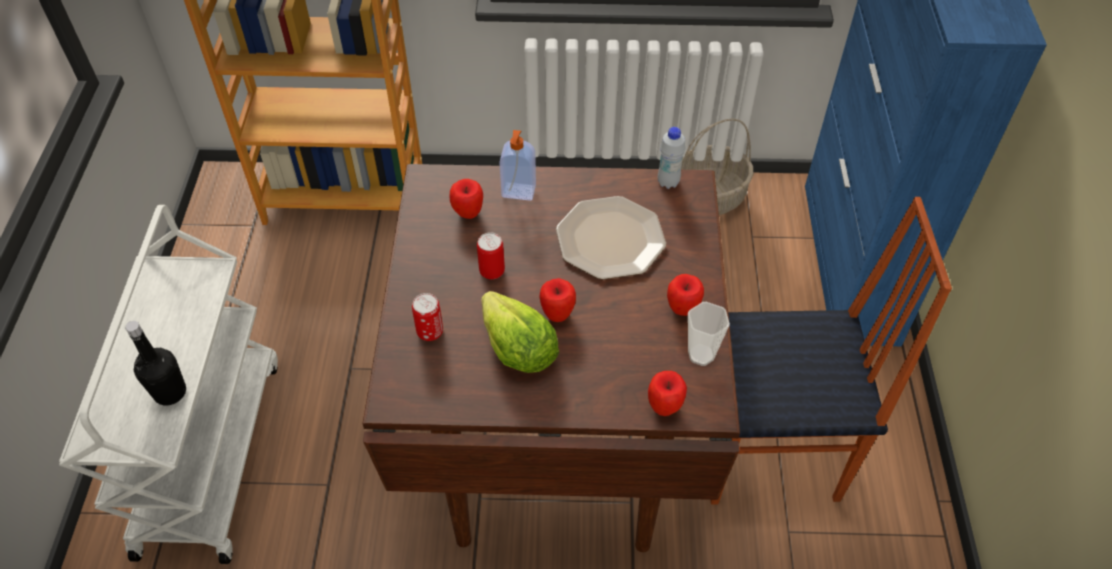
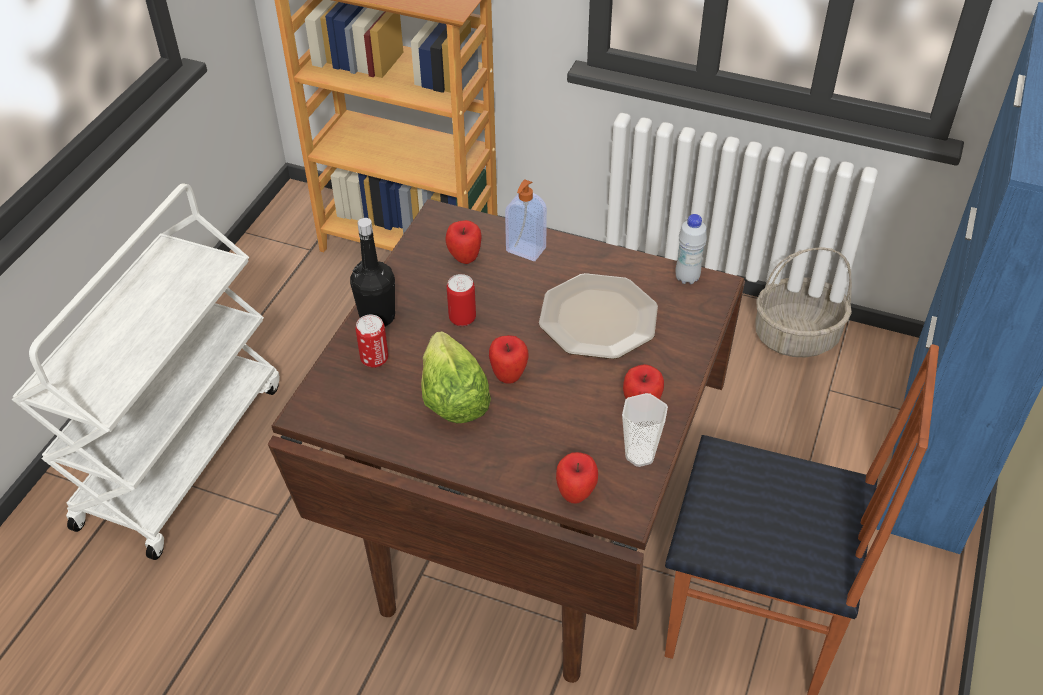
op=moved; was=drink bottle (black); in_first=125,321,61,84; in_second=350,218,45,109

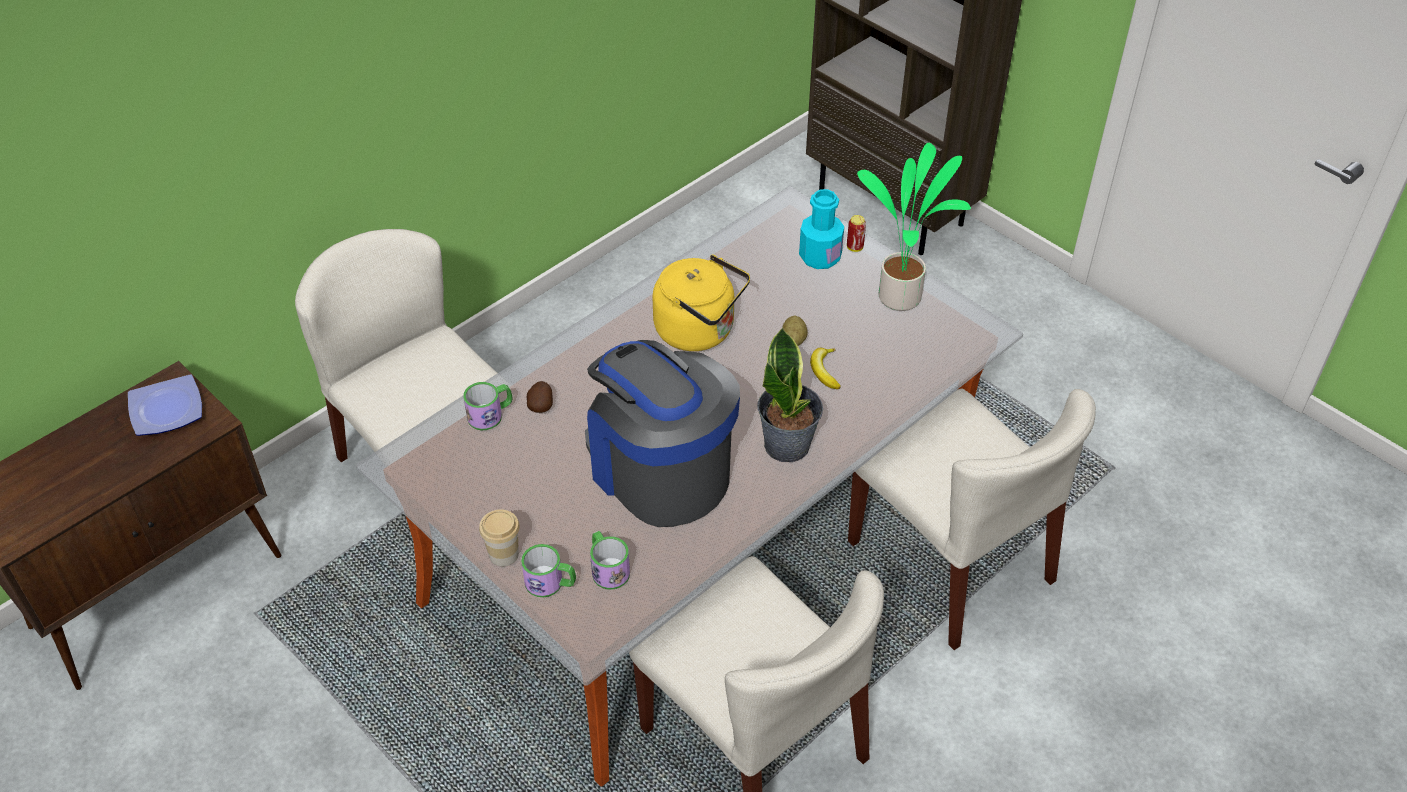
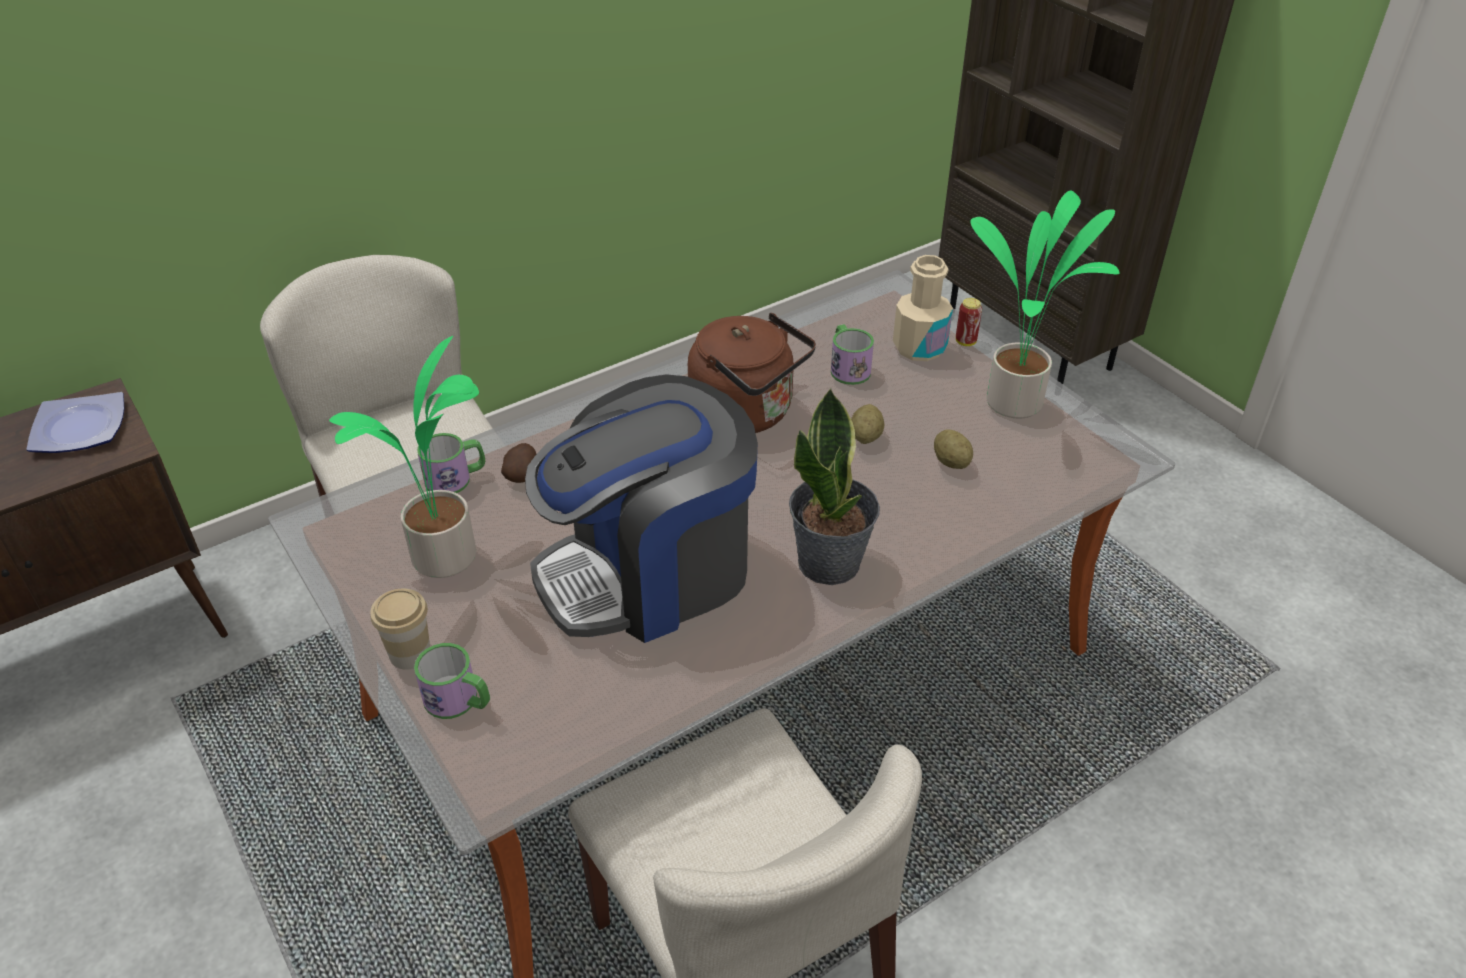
op=removed; was=whole banana; in_first=810,348,31,41
op=removed; was=chair (beige-coloured); in_first=848,389,248,261
op=added; now=houseplant; in_second=329,336,150,242
op=added; now=whole potato; in_second=934,429,39,40
op=moved; was=coffee mug; in_first=590,531,40,58; in_second=831,324,43,61
op=recoloured; was=water kettle (yellowish); now=water kettle (brown); in_first=653,254,97,97; in_second=688,313,128,120
op=recoloured; was=drink bottle (turquoise); now=drink bottle (beige-coloured); in_first=799,189,45,80; in_second=893,255,60,106
op=turned; was=coffee machine; in_first=585,340,155,187; in_second=525,374,233,269; clockwise=-90

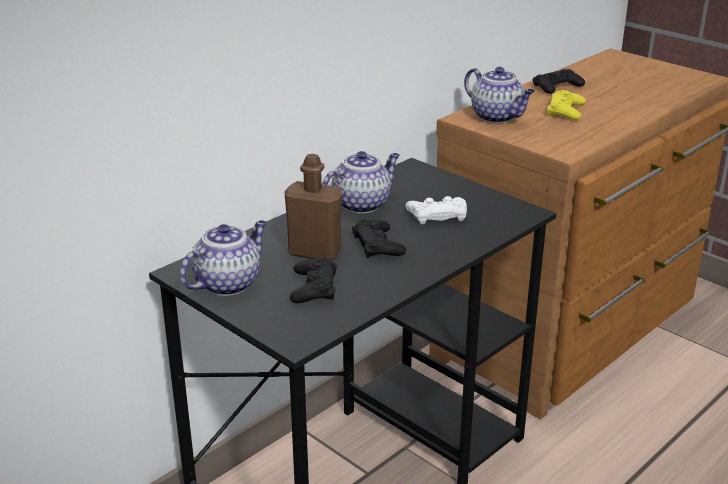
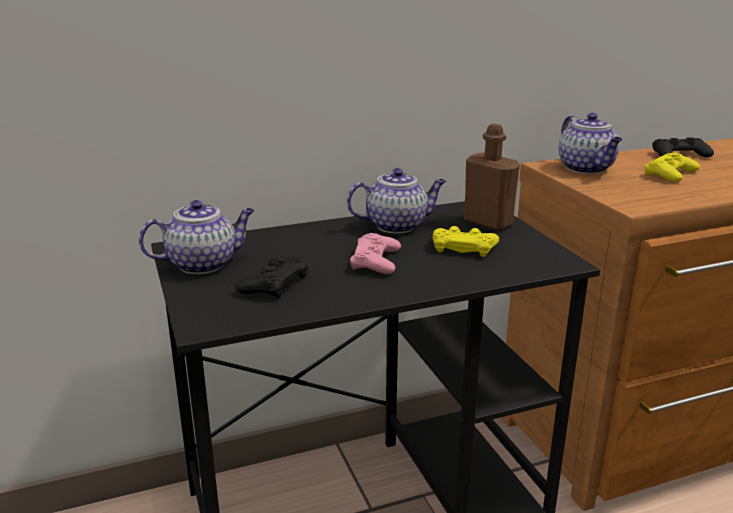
op=moved; was=drink bottle (brown); in_first=285,154,57,106; in_second=464,124,56,107
op=recoloured; was=game controller (black); now=game controller (pink-coloured); in_first=352,219,54,39; in_second=350,233,51,41
op=recoloured; was=game controller (white-coloured); now=game controller (yellowish); in_first=405,196,62,28; in_second=433,226,66,31

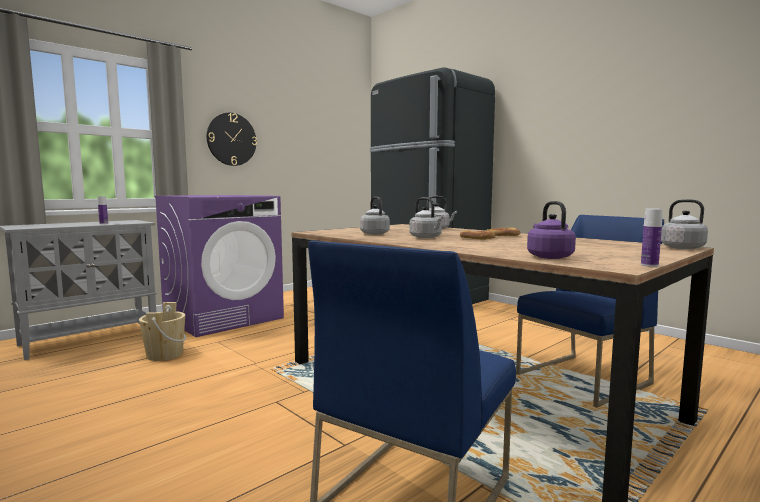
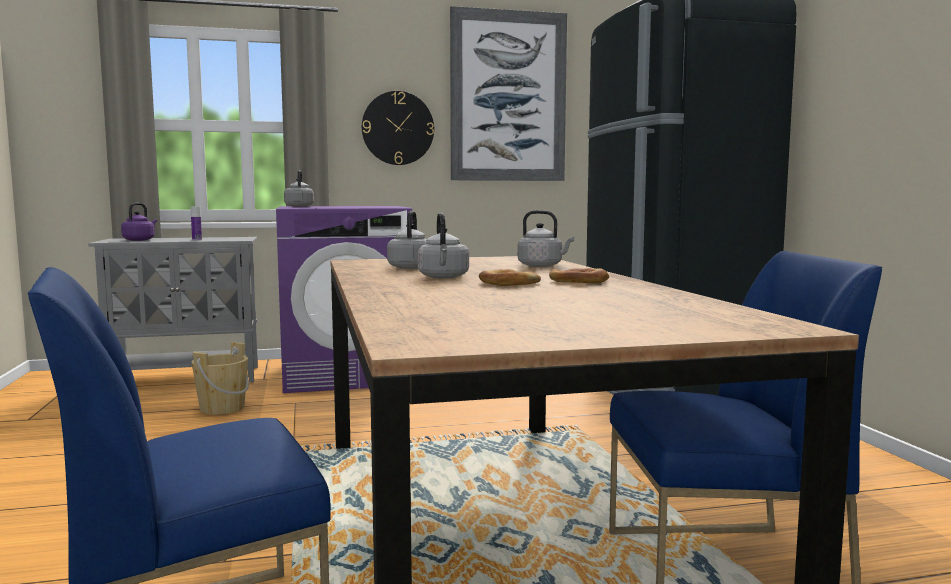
op=removed; was=drink bottle; in_first=641,209,22,58
op=added; now=picture; in_second=450,6,117,175
op=moved; was=water kettle (purple); in_first=527,201,49,58; in_second=121,203,36,38
op=moved; was=water kettle (grey); in_first=661,199,47,50; in_second=284,170,30,37

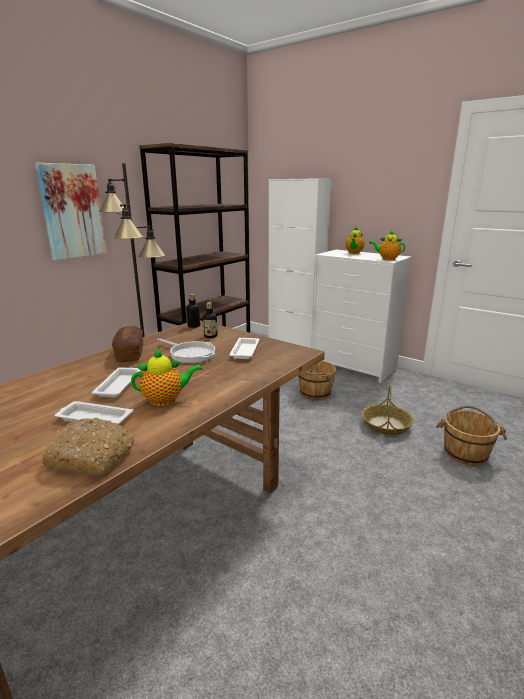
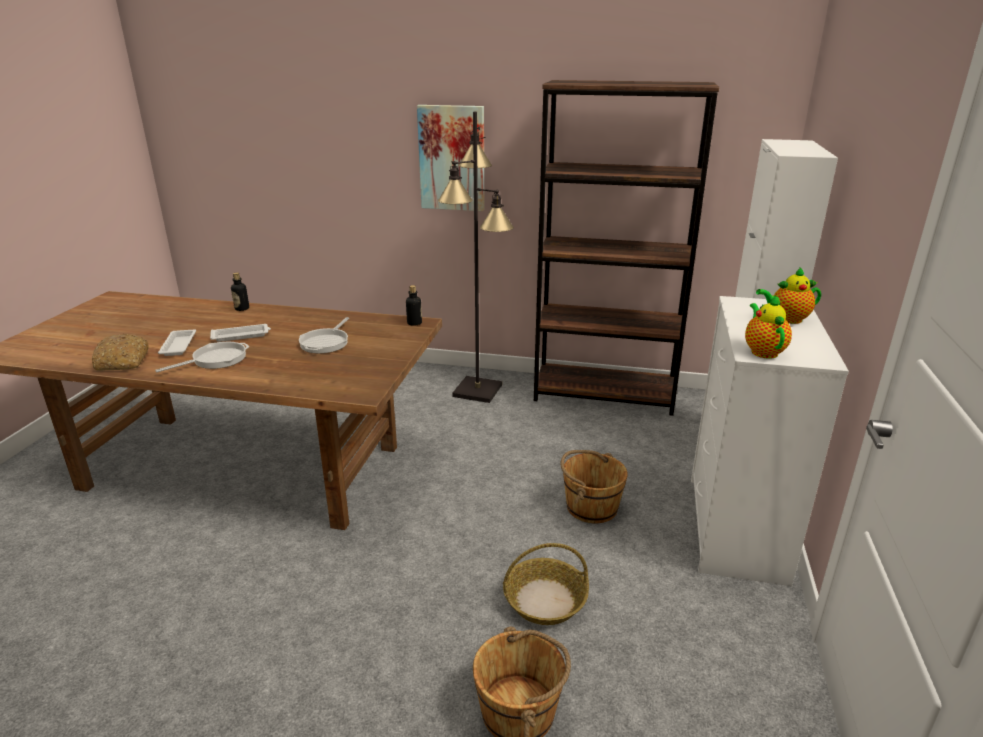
op=removed; was=bakery bread; in_first=112,326,31,36
op=removed; was=carrying tray (white-coloured); in_first=229,338,30,21
op=moved; was=drink bottle; in_first=203,302,15,36; in_second=231,272,18,39
op=replaced; was=pot for tea; now=skillet; in_first=131,349,71,57; in_second=155,342,94,31

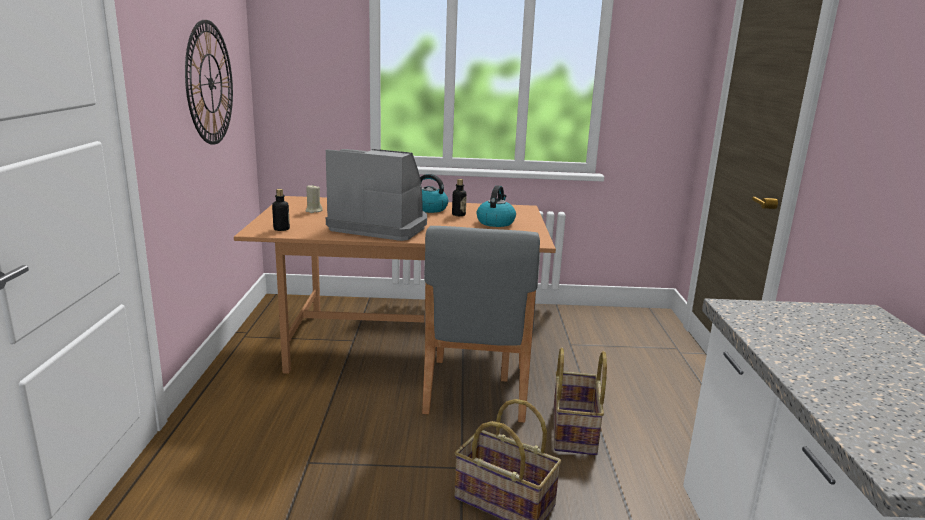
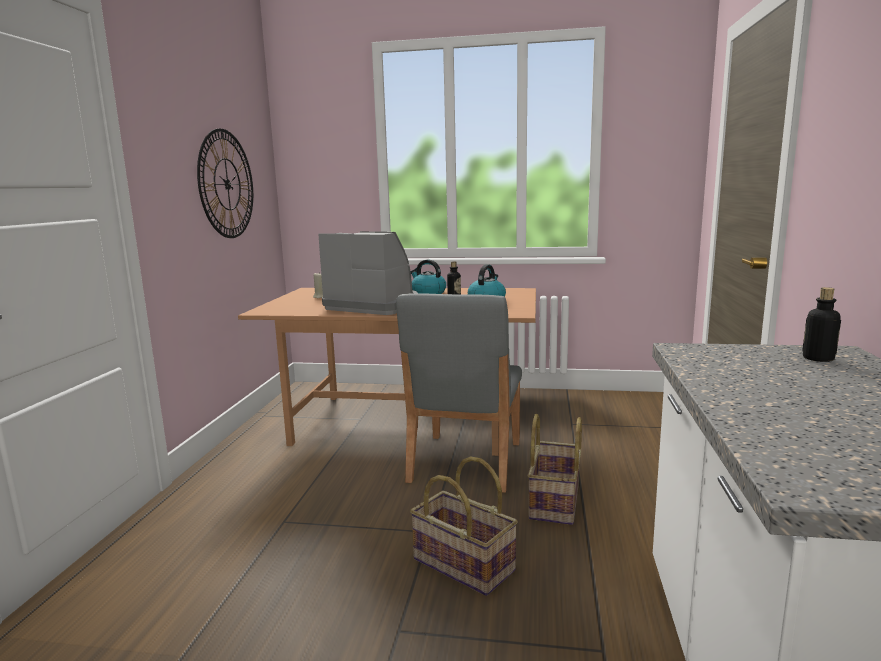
op=moved; was=drink bottle; in_first=272,189,18,42; in_second=802,287,39,75

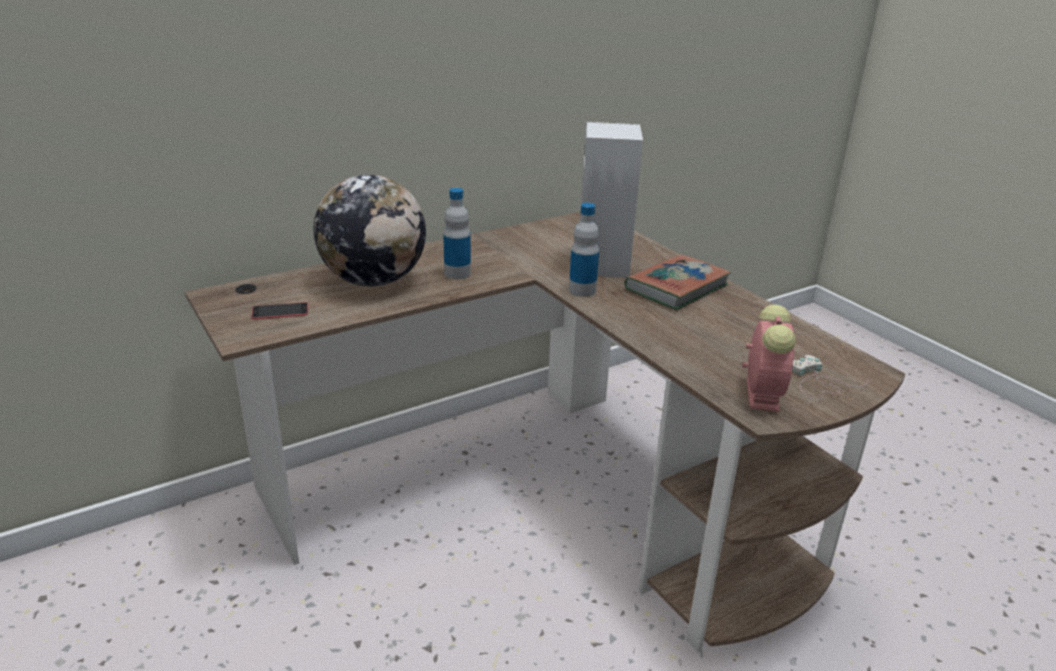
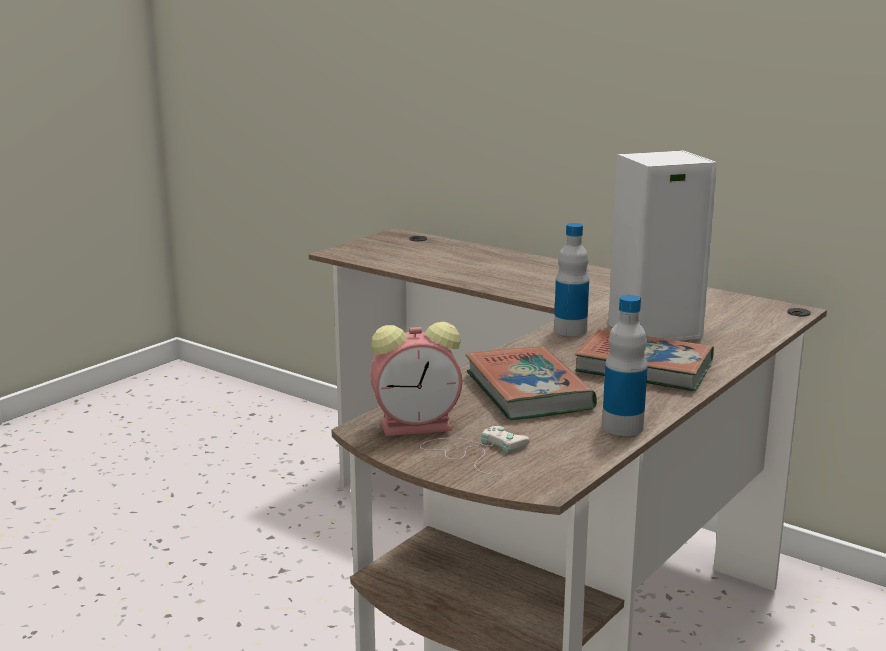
op=removed; was=telephone; in_first=251,302,57,17
op=removed; was=globe; in_first=314,174,112,112
op=added; now=volume; in_second=465,346,132,74
op=moved; was=drink bottle; in_first=443,188,28,91; in_second=602,295,46,141

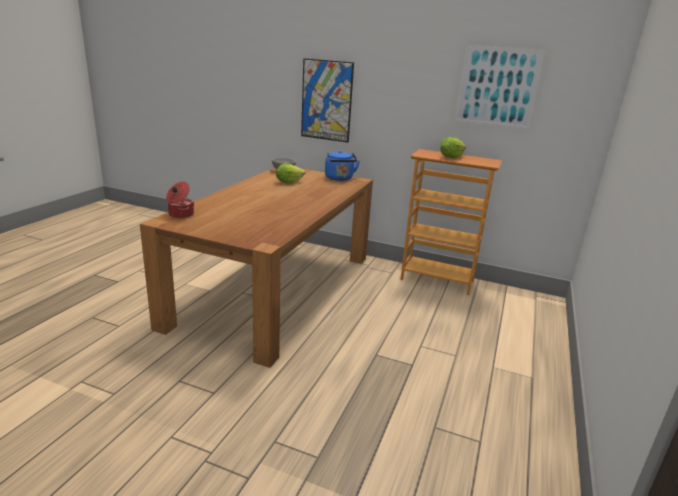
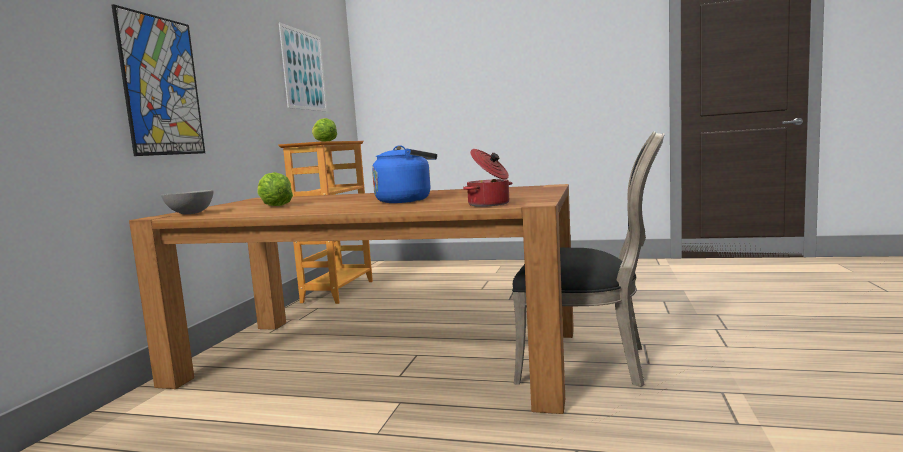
op=added; now=chair (black); in_second=512,131,153,256
op=moved; was=water kettle (blue-coloured); in_first=325,150,35,31; in_second=372,145,65,58

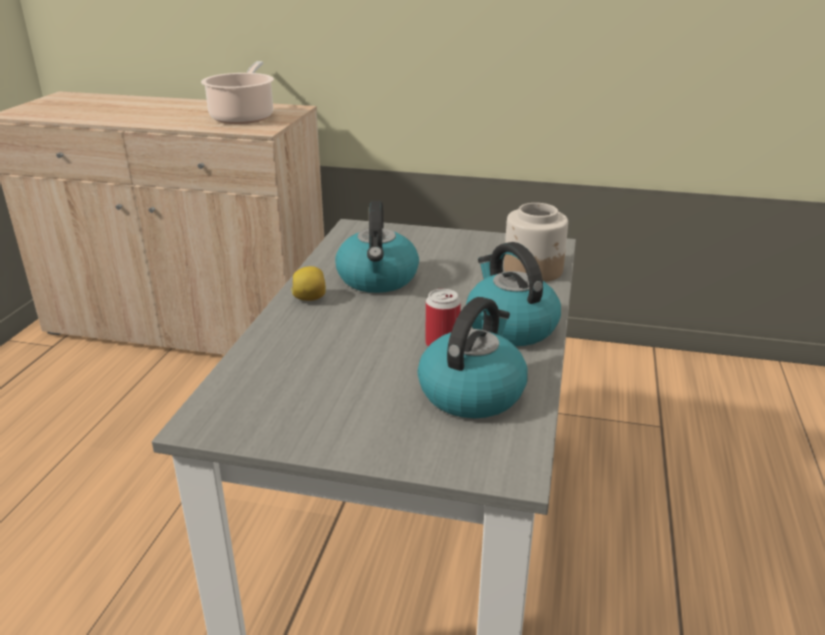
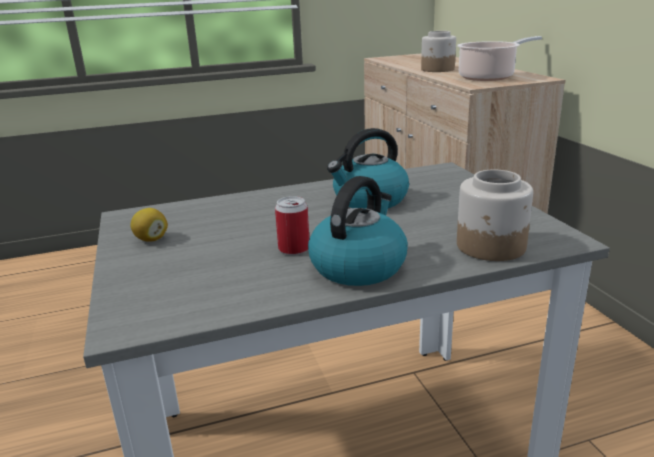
op=removed; was=water kettle; in_first=418,297,110,121
op=added; now=jar; in_second=421,31,35,41
op=moved; was=citrus fruit; in_first=291,266,35,35; in_second=130,208,38,34

